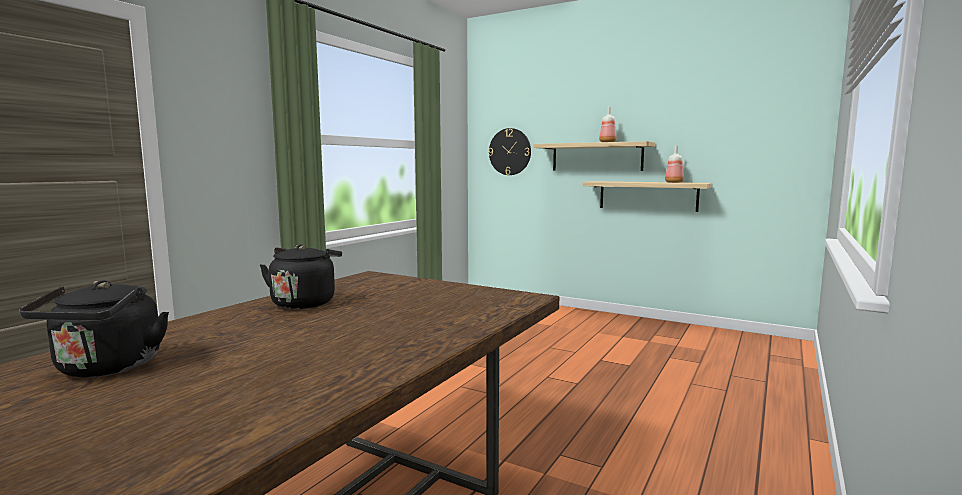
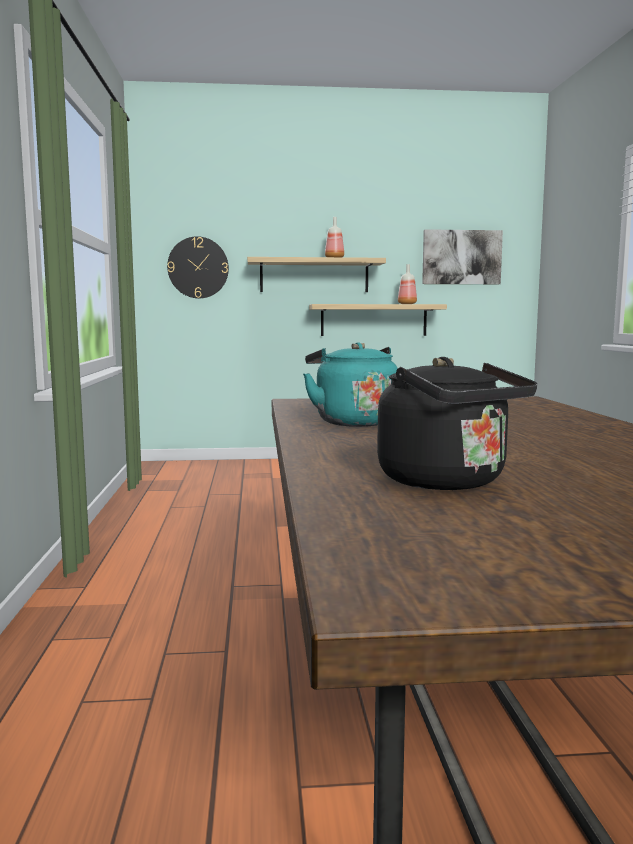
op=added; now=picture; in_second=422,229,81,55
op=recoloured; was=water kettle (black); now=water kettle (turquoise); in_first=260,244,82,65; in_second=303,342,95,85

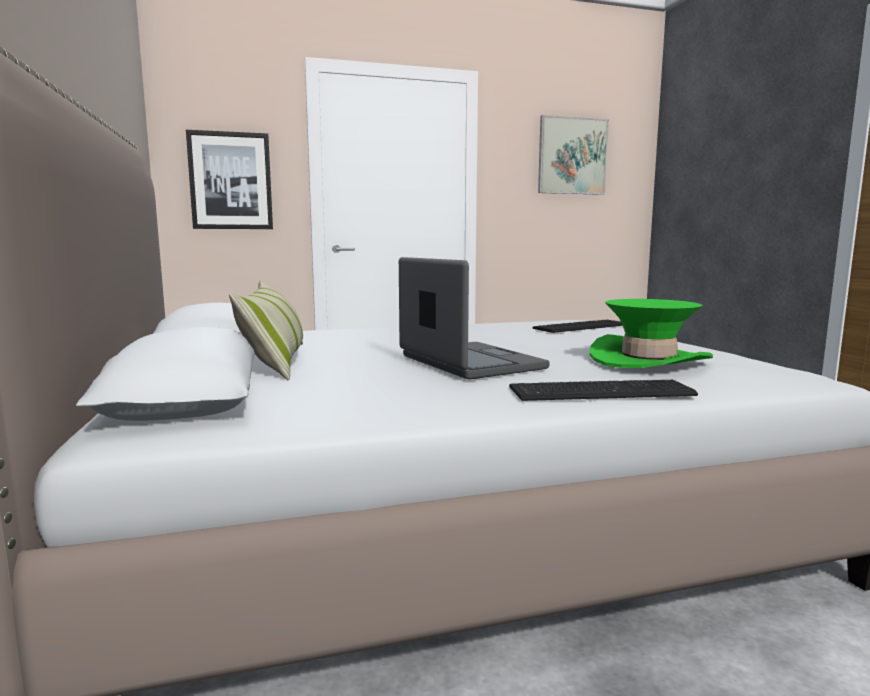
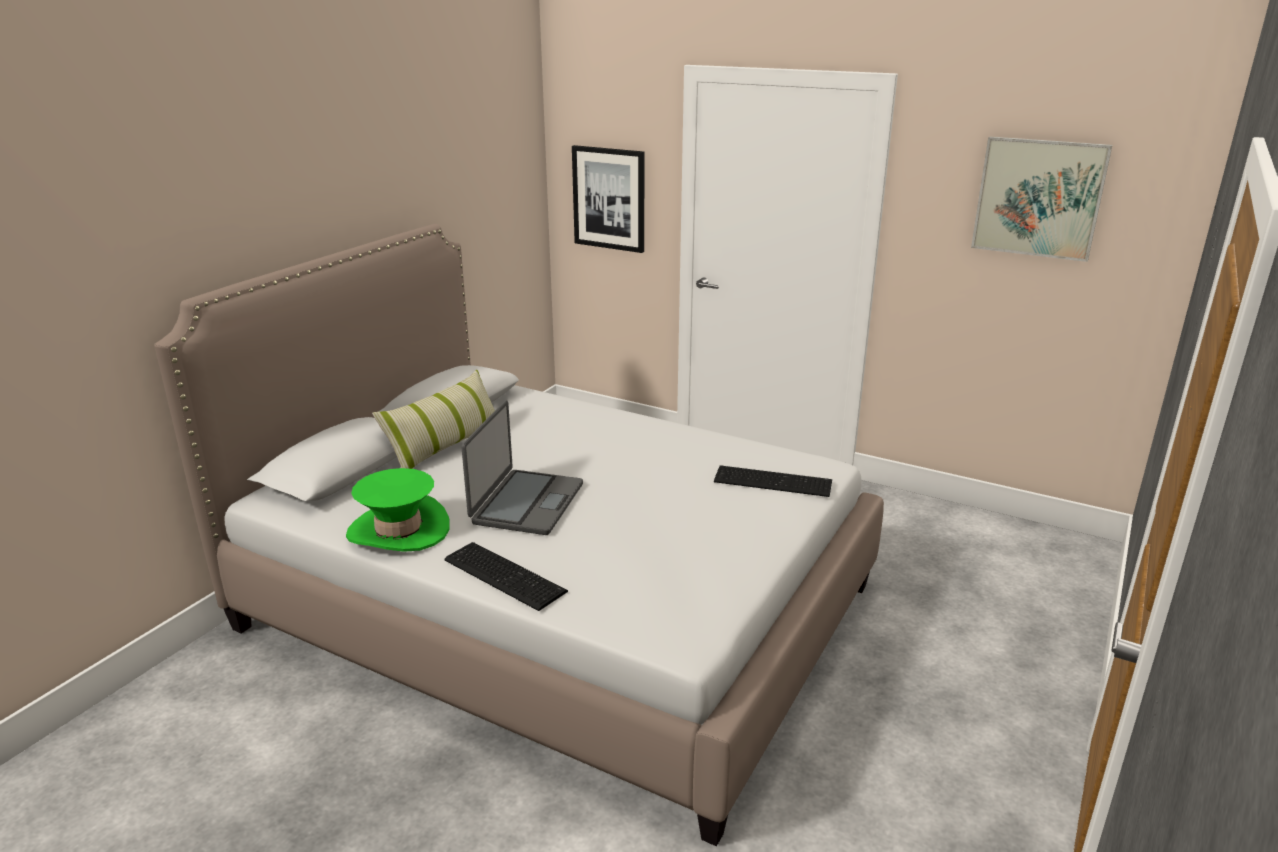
op=moved; was=hat (green-coloured); in_first=589,299,124,69; in_second=346,468,104,84

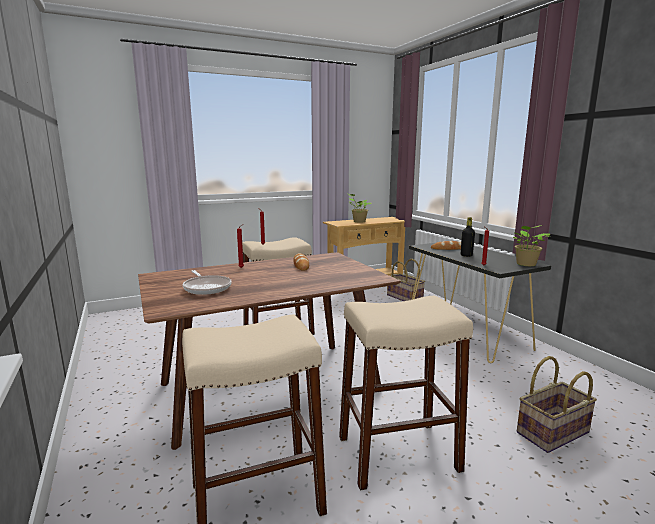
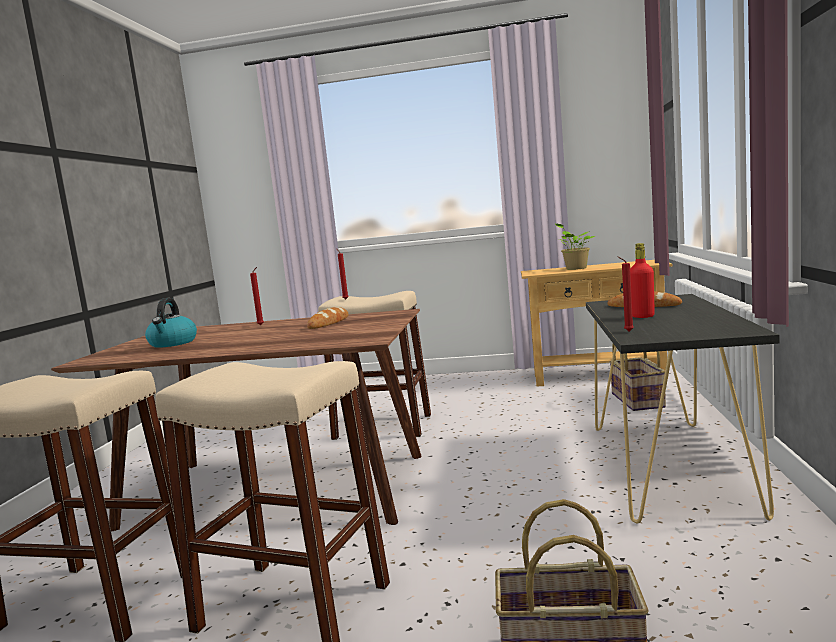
op=removed; was=houseplant; in_first=513,225,37,41
op=replaced; was=skillet; now=water kettle; in_first=183,270,49,25; in_second=145,298,52,50
op=recoloured; was=drink bottle (black); now=drink bottle (red); in_first=461,217,14,40; in_second=630,243,25,75

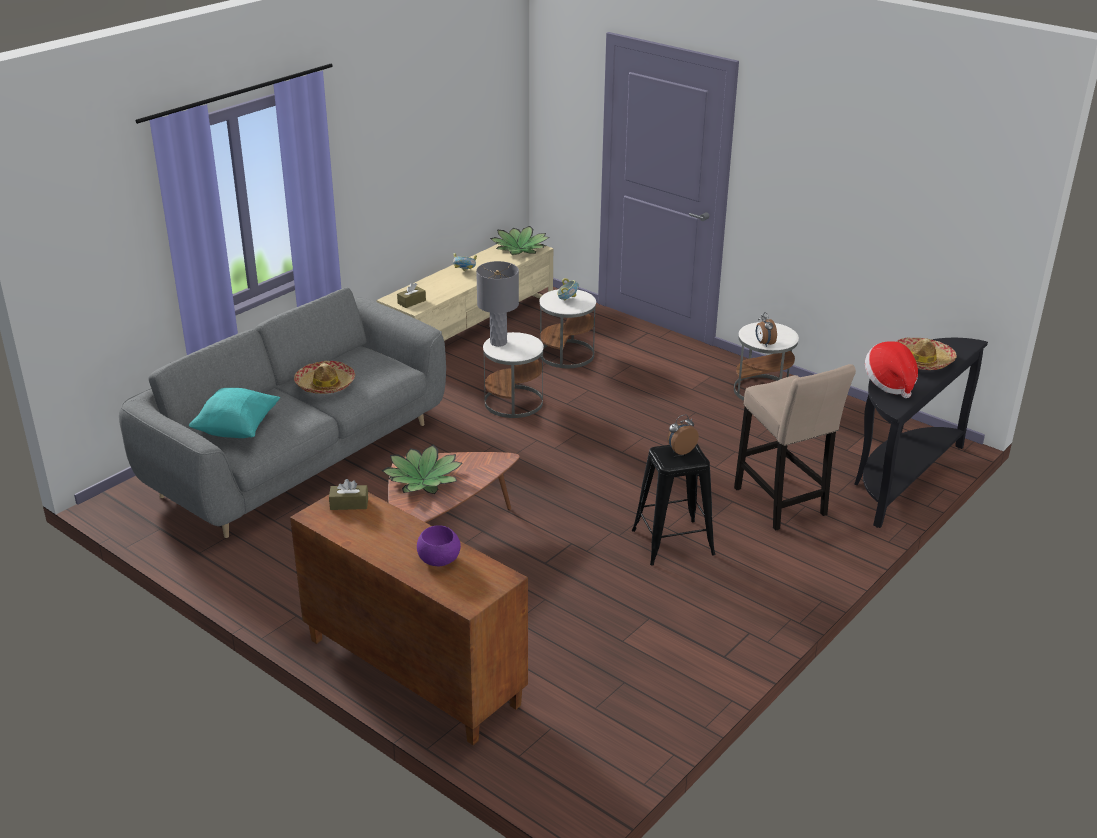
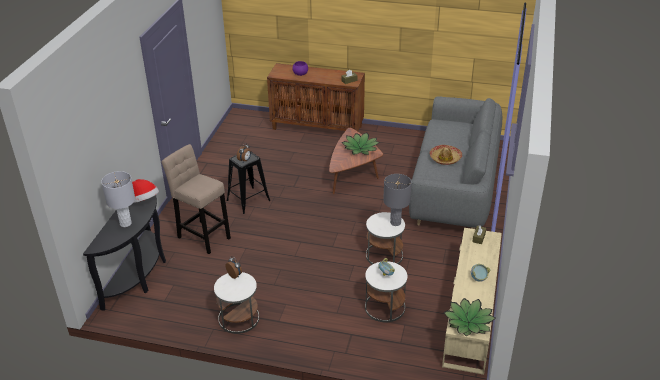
op=removed; was=cushion (turquoise); in_first=189,388,91,50
op=replaced; was=hat; now=table lamp (grey); in_first=896,338,61,32; in_second=101,171,34,56

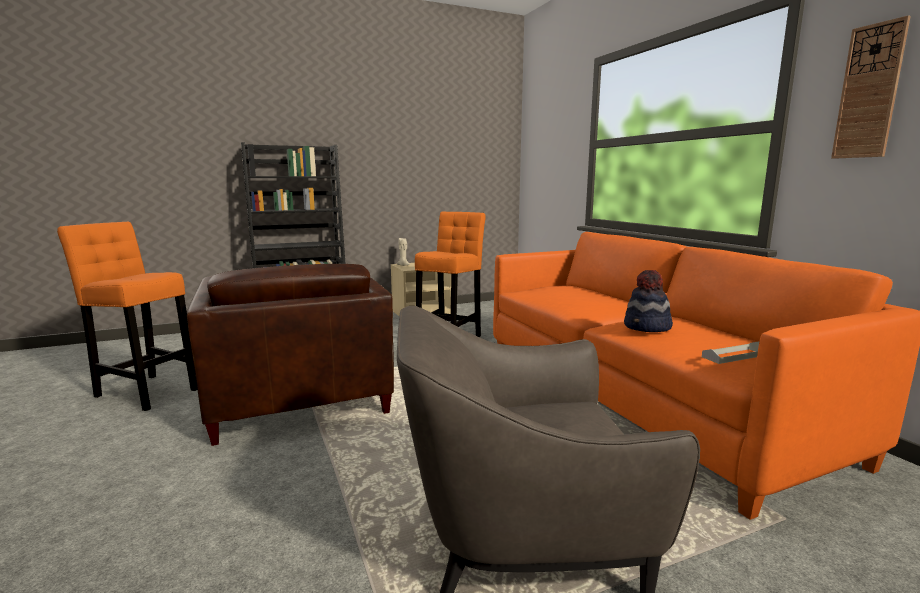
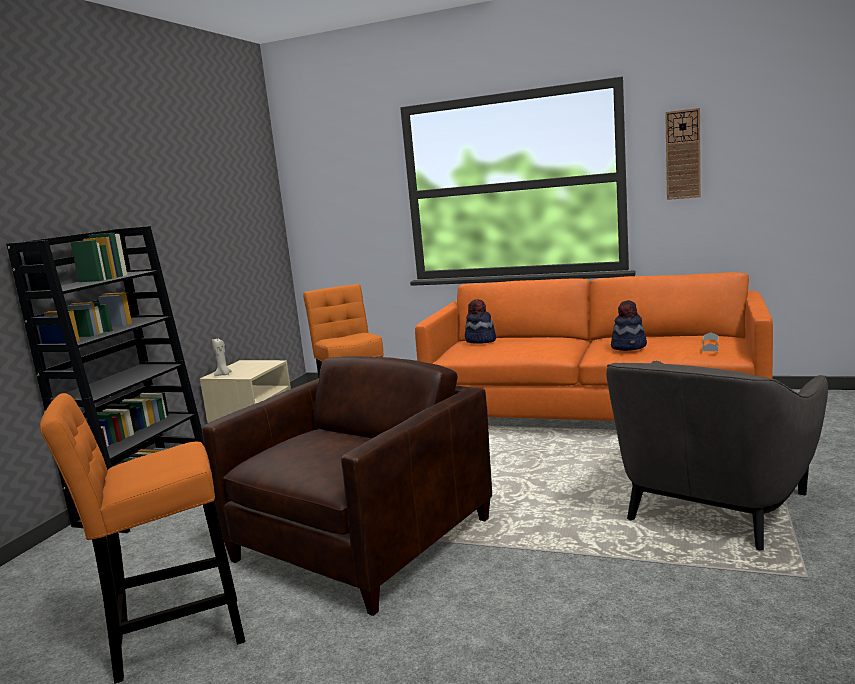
op=added; now=hat; in_second=465,299,31,45
op=turned; was=easy chair (brown); in_first=187,264,207,182; in_second=202,356,290,260; clockwise=-75

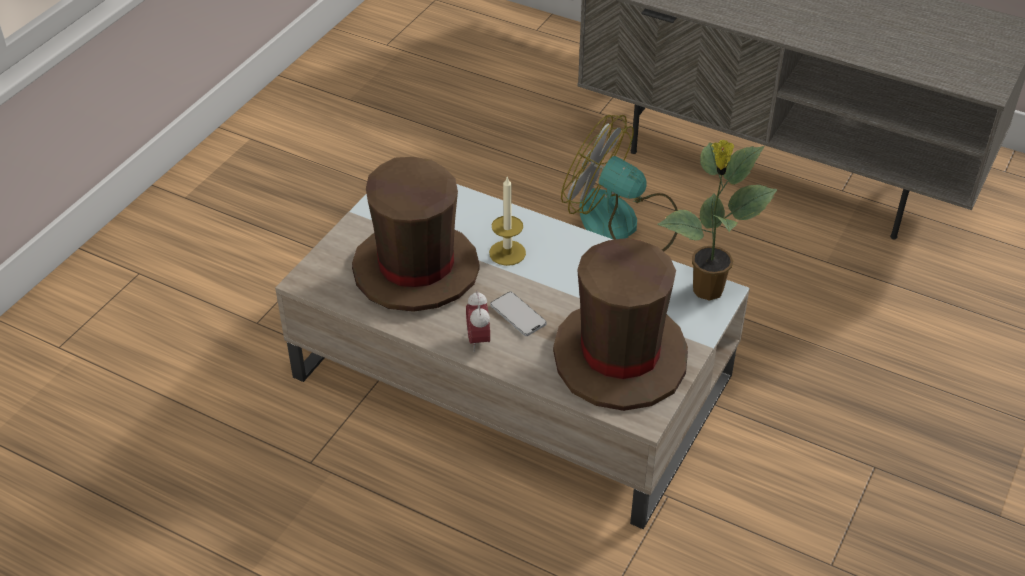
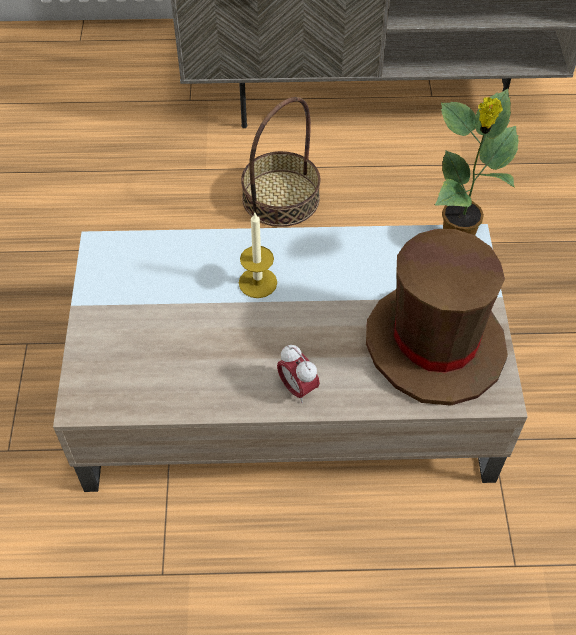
op=removed; was=hat (brown); in_first=352,157,128,155
op=removed; was=telephone; in_first=490,292,57,44
op=replaced; was=electric fan; now=storage basket; in_first=561,115,117,137; in_second=241,97,80,130

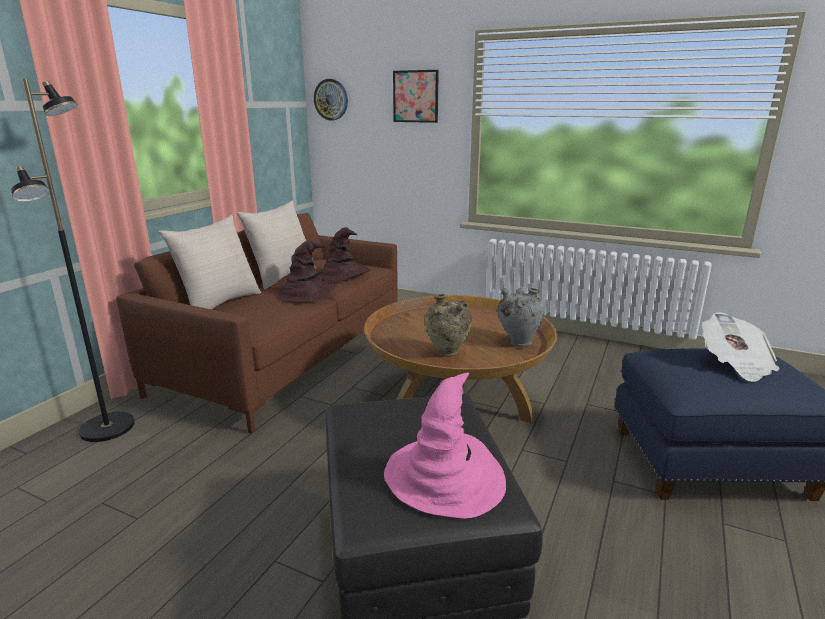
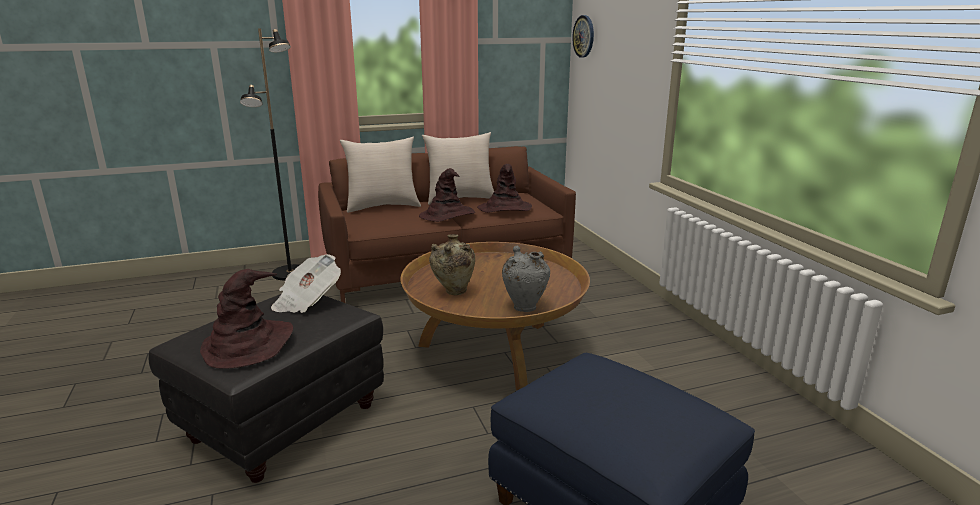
op=removed; was=picture; in_first=393,70,46,53
op=moved; was=newspaper; in_first=702,312,77,70; in_second=271,254,70,59
op=recoloured; was=hat (pink-coloured); now=hat (brown); in_first=384,373,122,145; in_second=200,269,93,100

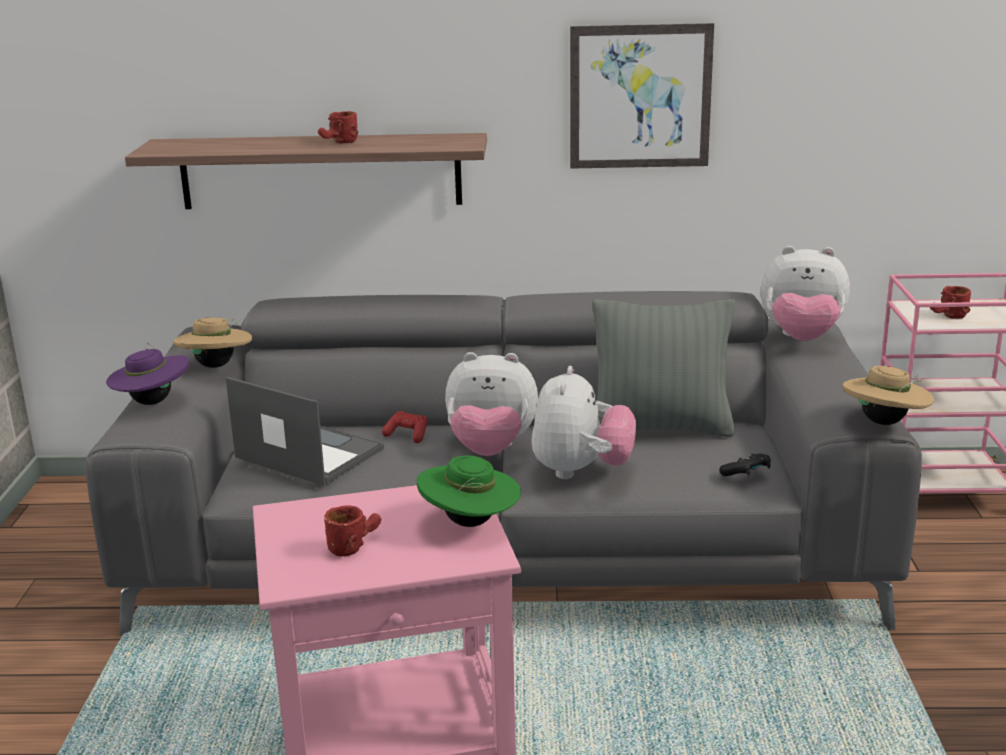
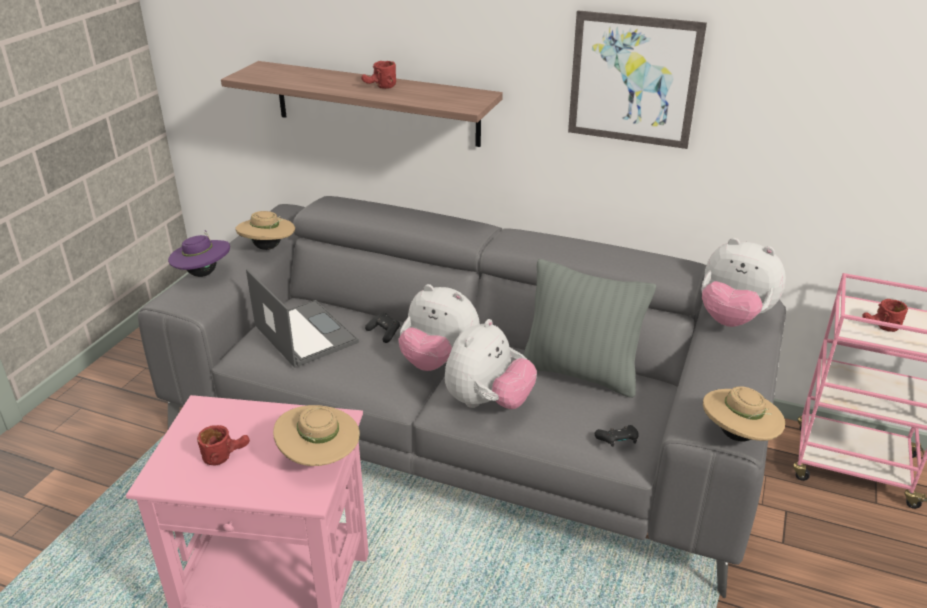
op=recoloured; was=game controller (red); now=game controller (black); in_first=382,411,46,32; in_second=365,313,35,30
op=recoloured; was=hat (green-coloured); now=hat (beige-coloured); in_first=417,455,104,72; in_second=273,405,87,61

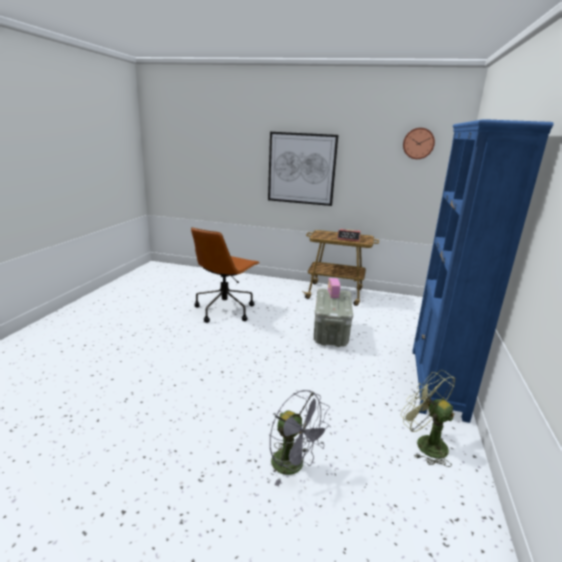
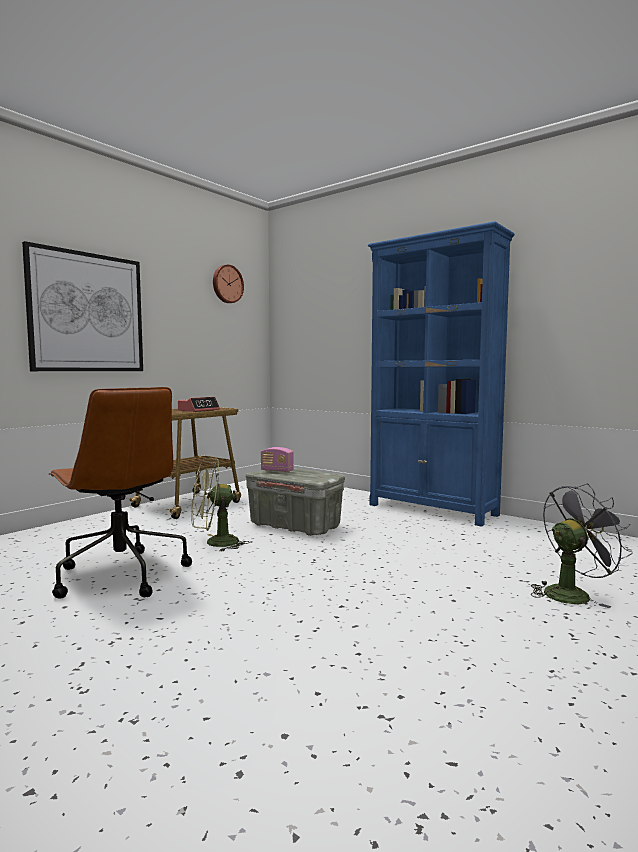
op=moved; was=electric fan (green-coloured); in_first=401,370,55,97; in_second=191,458,58,94

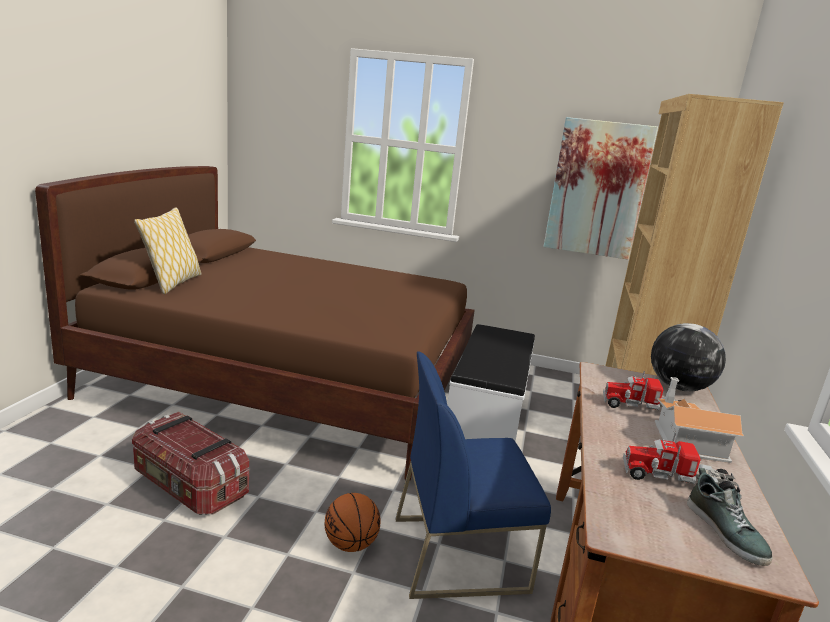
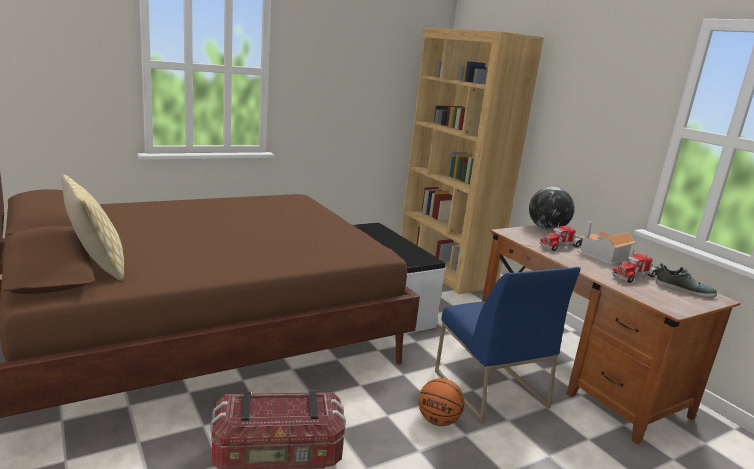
op=removed; was=picture; in_first=544,117,114,143
op=turned; was=chair (blue-coloured); in_first=395,351,156,248; in_second=435,267,146,156; clockwise=-60

